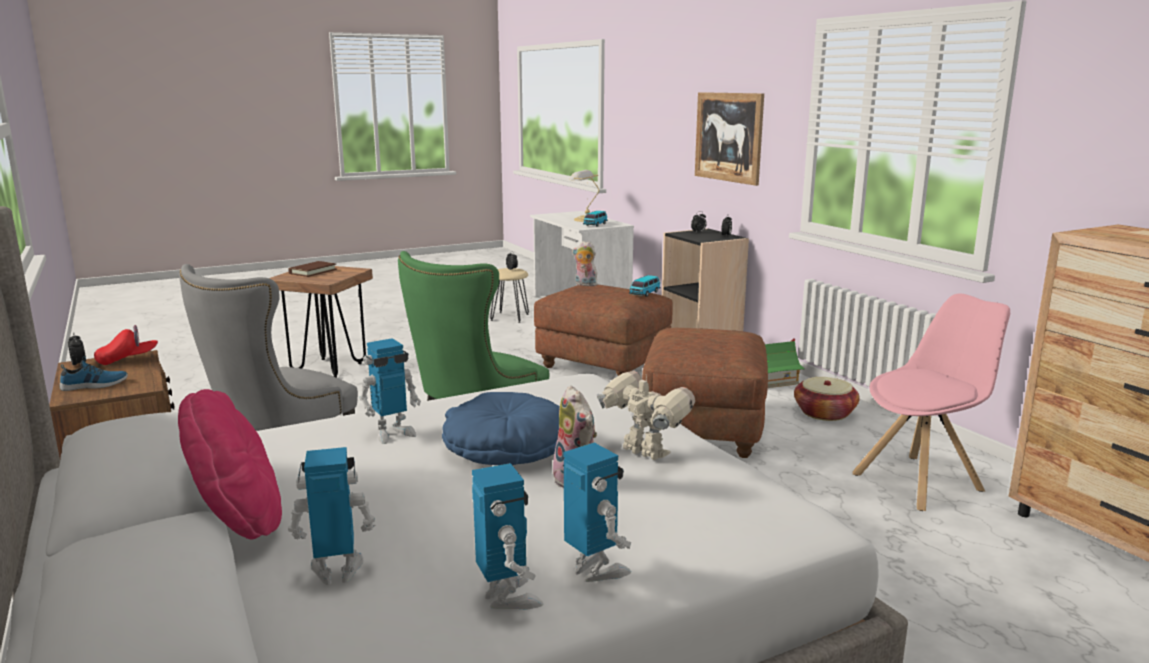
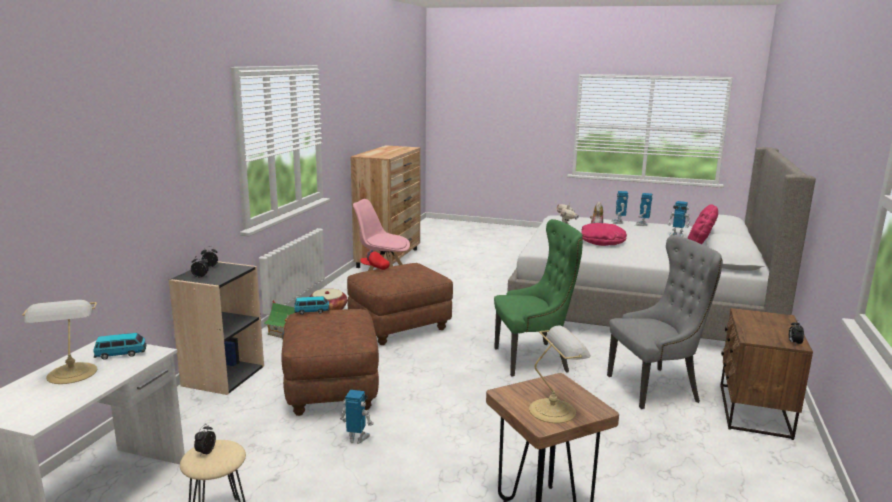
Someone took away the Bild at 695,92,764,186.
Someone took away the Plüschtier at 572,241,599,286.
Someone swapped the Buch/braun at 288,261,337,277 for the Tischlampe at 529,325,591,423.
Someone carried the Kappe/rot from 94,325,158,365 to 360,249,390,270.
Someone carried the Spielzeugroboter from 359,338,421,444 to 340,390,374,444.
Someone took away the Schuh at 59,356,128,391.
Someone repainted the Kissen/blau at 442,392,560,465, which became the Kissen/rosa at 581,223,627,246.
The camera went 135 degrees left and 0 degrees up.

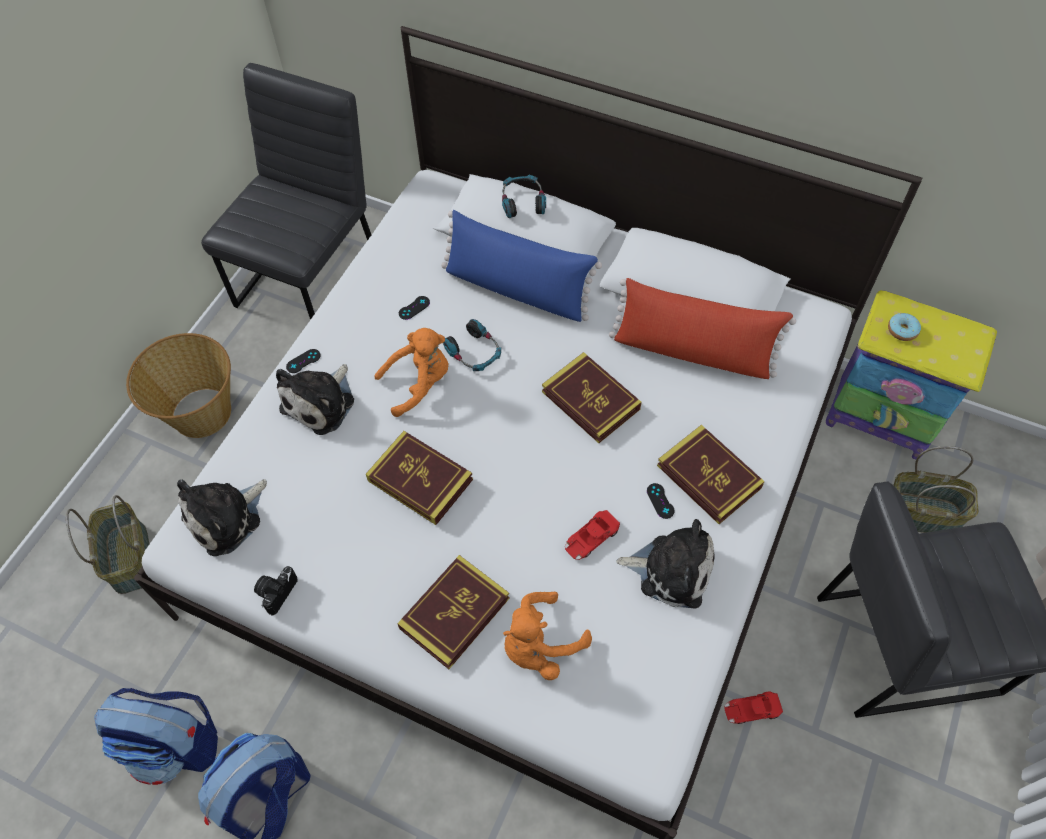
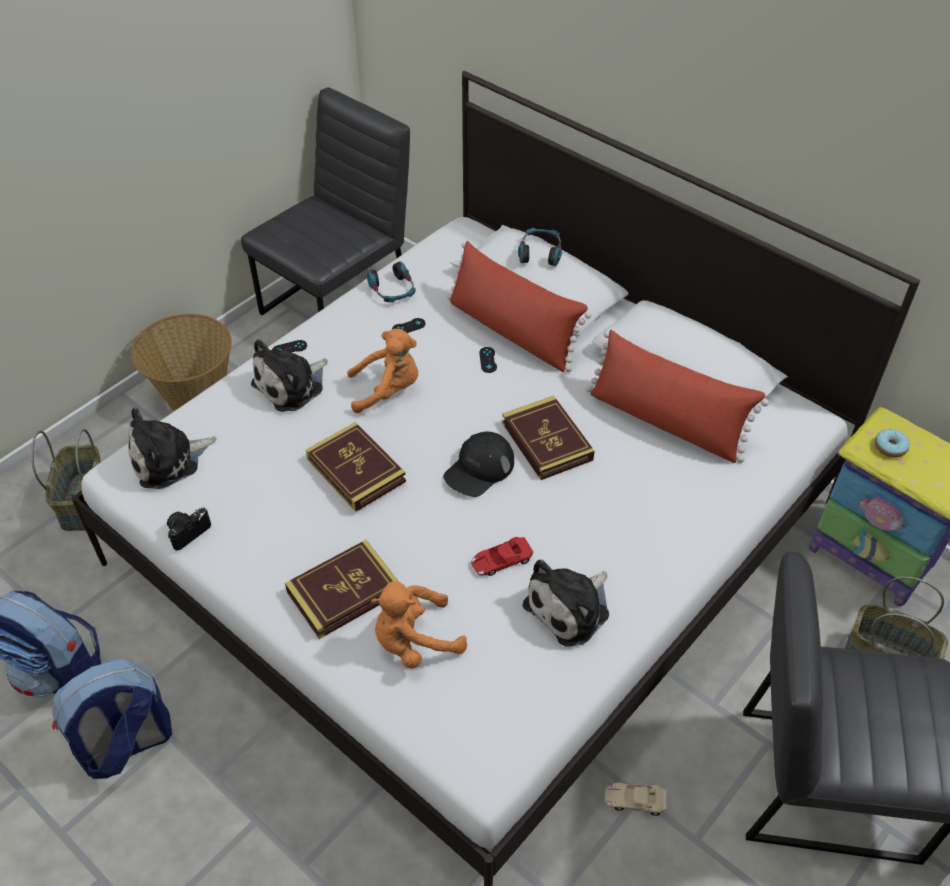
Someone repainted the Kissen/blau at 441,210,602,322, which became the Kissen/rot at 447,241,592,372.
Someone carried the Kopfhörer from 443,319,501,371 to 367,261,416,303.
Someone took away the Buch at 657,425,765,524.
Someone carried the Gamepad/schwarz from 647,483,675,519 to 479,347,497,373.
Someone rotated the Plüschtier at 616,519,714,609 by 105 degrees clockwise.
Someone repainted the Spielzeugauto/rot at 724,691,783,724, which became the Spielzeugauto/beige at 605,783,666,816.
Someone put down the Kappe/schwarz at 443,432,514,497.
The camera went 15 degrees right and 10 degrees down.

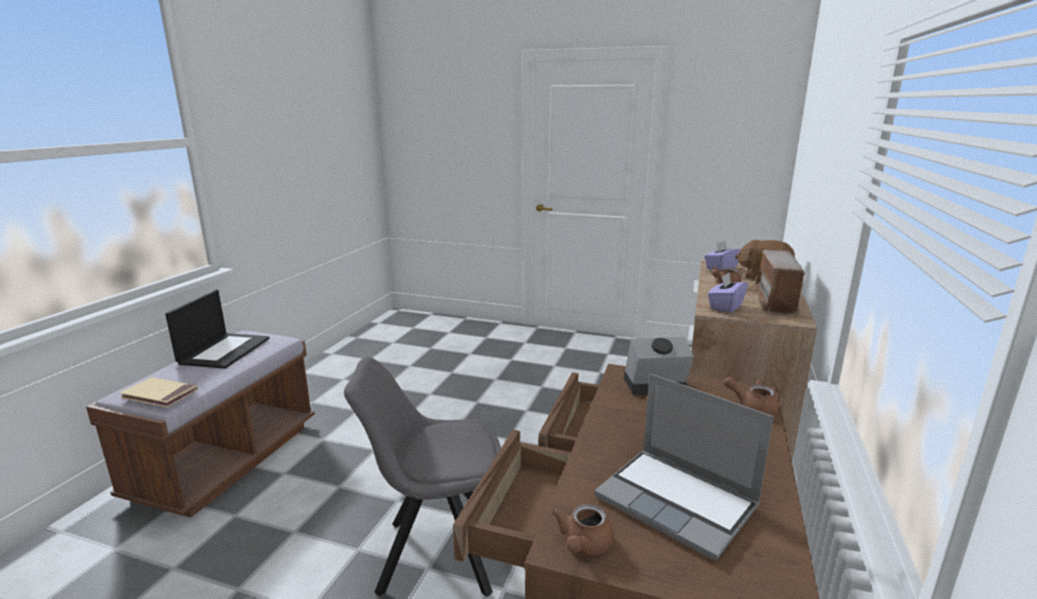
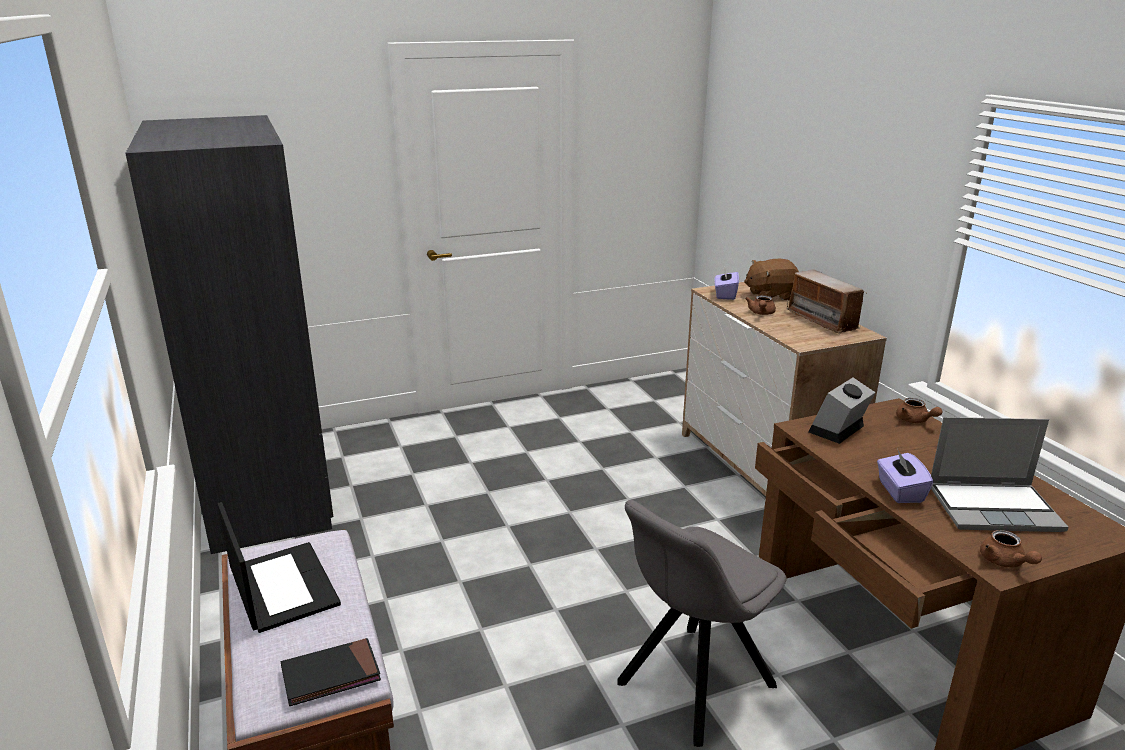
Someone carried the Taschentuchbox/lila from 708,273,748,313 to 877,450,933,503.
Someone repainted the Buch/beige at 120,377,198,407, which became the Buch/schwarz at 281,638,381,706.
Someone rotated the Teekanne/braun at 724,377,779,415 by 105 degrees counterclockwise.
Someone put down the Kleiderschrank/grau at 125,115,334,554.
The camera went 40 degrees left and 5 degrees up.

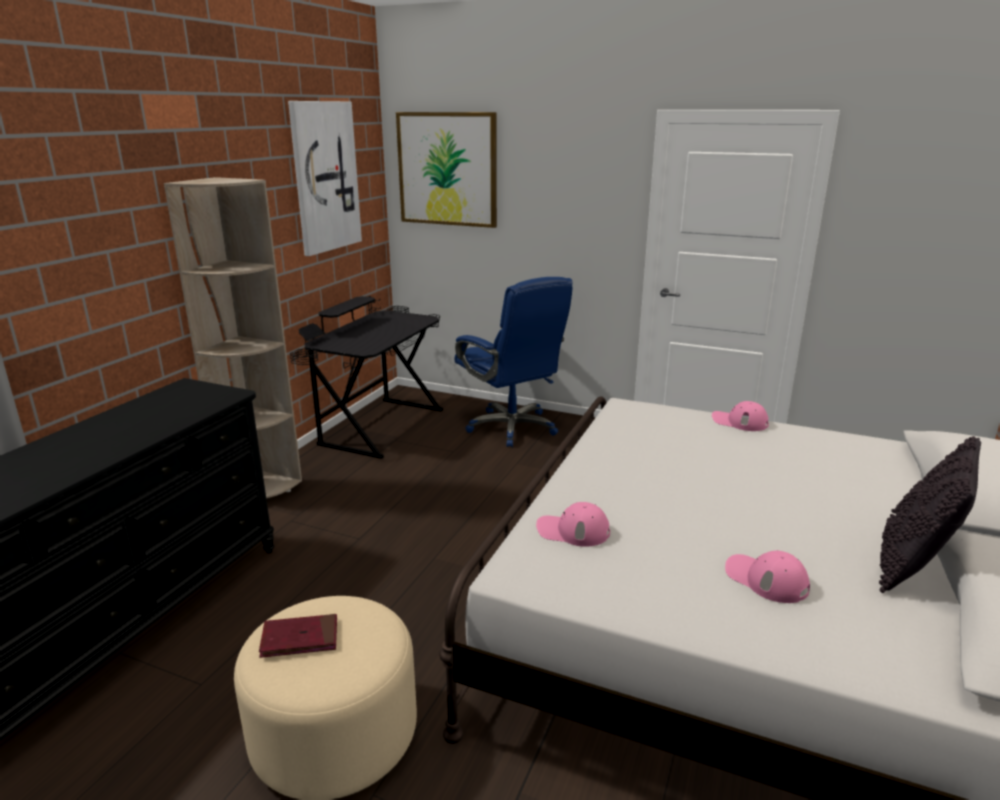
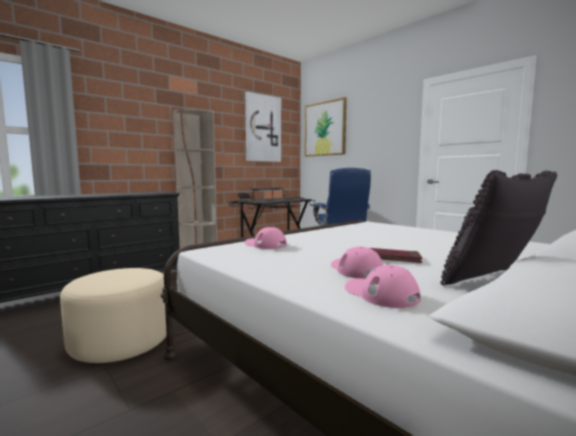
Someone carried the Kappe/rosa from 712,401,769,431 to 345,265,421,308.
Someone carried the Buch/rot from 259,614,337,658 to 370,248,423,263.
The camera went 25 degrees right and 15 degrees down.

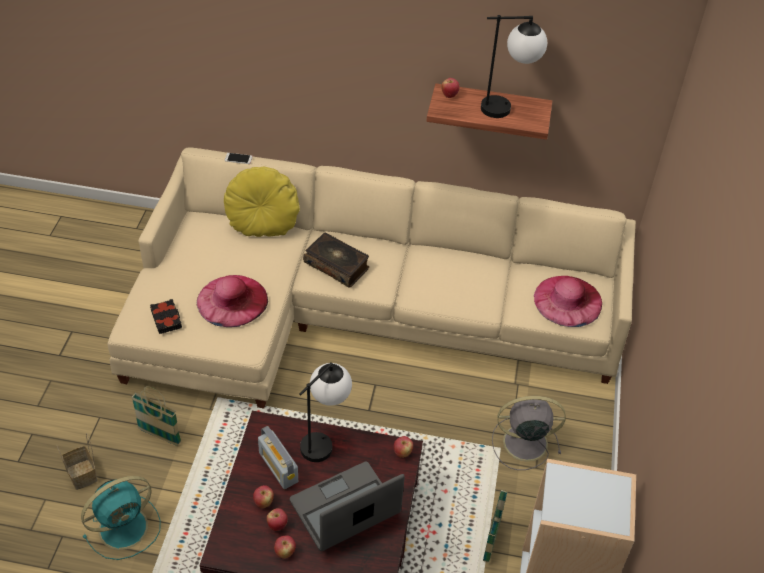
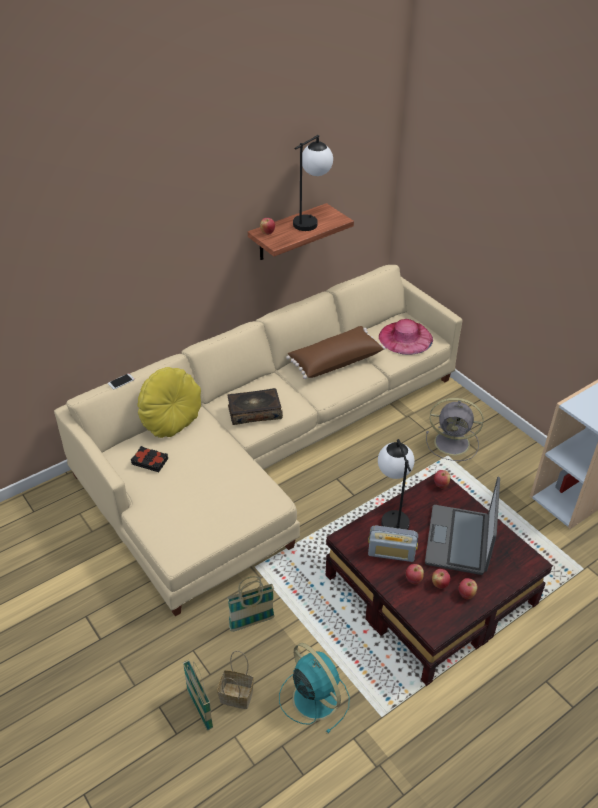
Someone took away the Hut/rosa at 197,275,268,327.
Someone carried the Buch/schwarz from 150,299,182,334 to 131,446,168,472.
Someone rotated the Ventilator/grau at 492,396,566,470 by 120 degrees counterclockwise.
Someone rotated the Ventilator/türkis at 81,476,161,560 by 45 degrees counterclockwise.
Someone carried the Korb from 483,489,508,563 to 183,660,213,731.
Someone put down the Kissen/braun at 286,326,385,379.
The camera went 45 degrees left and 5 degrees down.

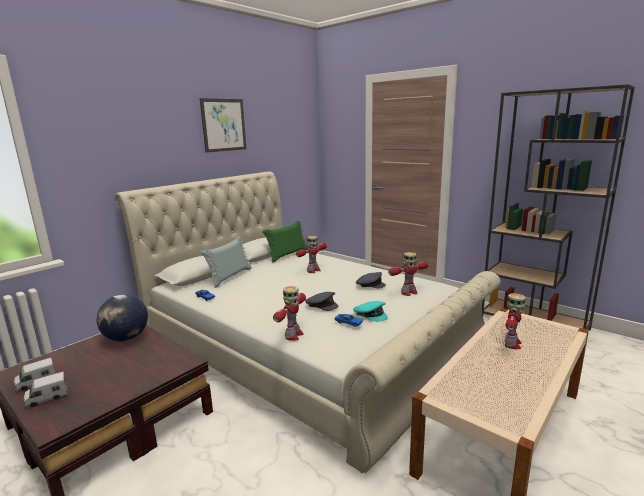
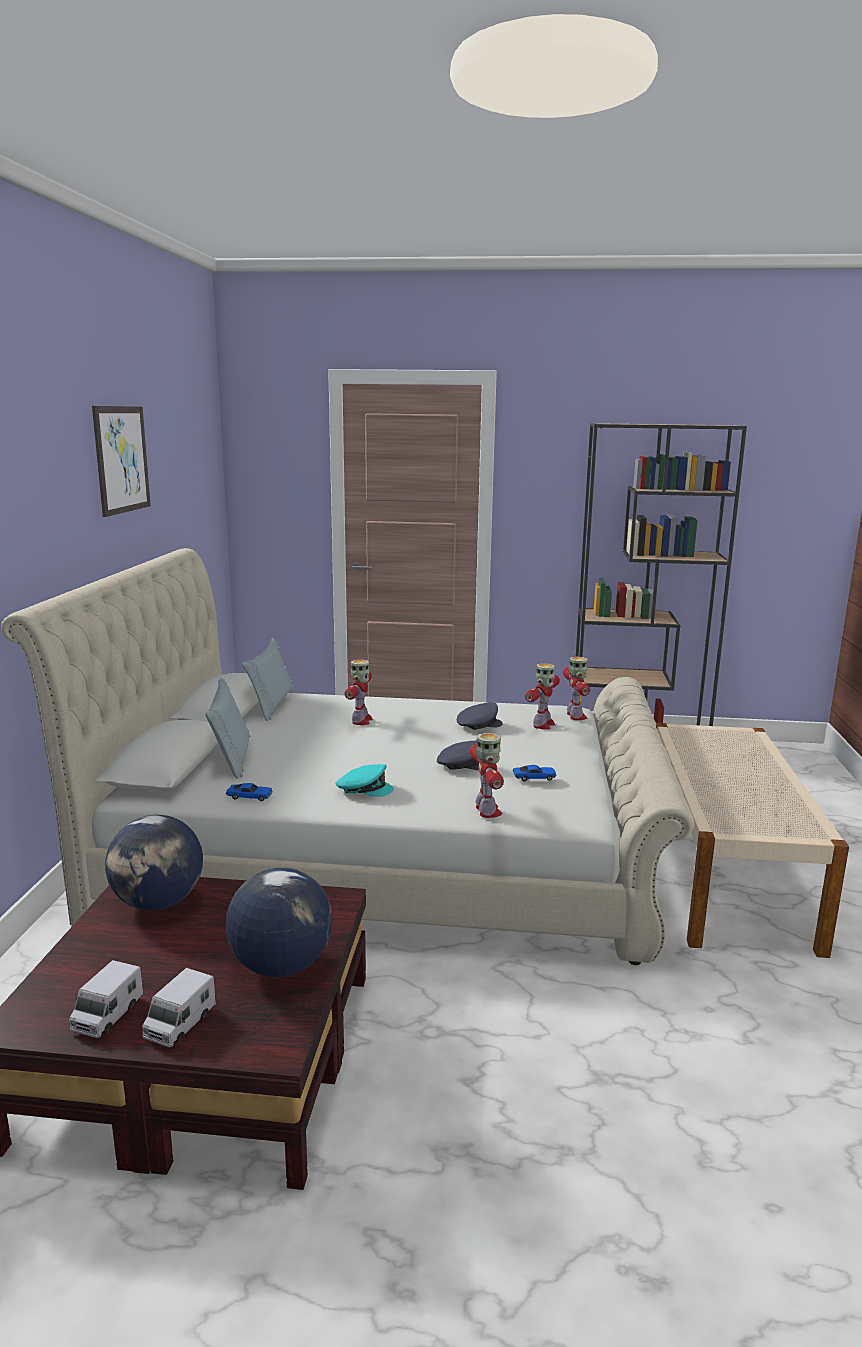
Someone repainted the Kissen/grün at 263,221,307,263, which became the Kissen/blau at 242,638,295,721.
Someone carried the Spielzeugroboter from 505,293,526,349 to 563,656,590,720.
Someone carried the Kappe/türkis from 353,301,388,322 to 335,764,394,797.
Someone put down the Globus at 226,868,333,977.
The camera went 35 degrees left and 0 degrees up.

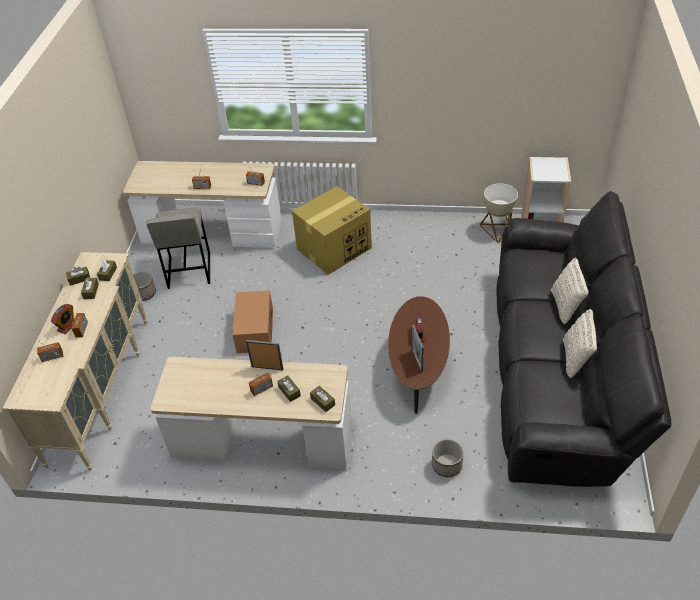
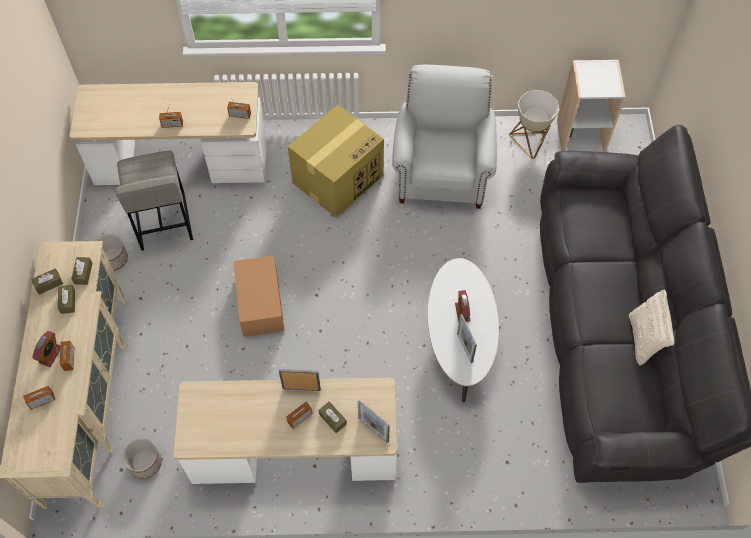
Someone took away the Kissen/beige at 551,258,589,324.
Someone repainted the Couchtisch/braun at 388,296,450,414, which became the Couchtisch/weiß at 428,258,499,402.
Someone swapped the Taschentuchbox/braun at 310,386,335,412 for the Bilderrahmen at 358,400,390,443.
Someone carried the Pflanzkübel from 432,439,463,477 to 122,438,162,479.
Someone put down the Sessel/weiß at 392,65,497,209.
The camera went 10 degrees left and 15 degrees up.

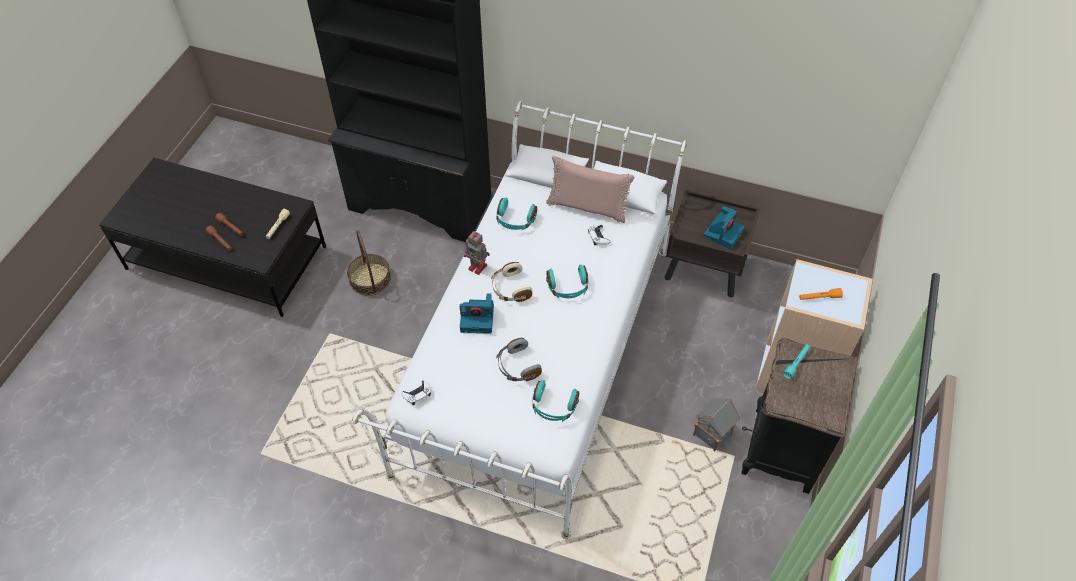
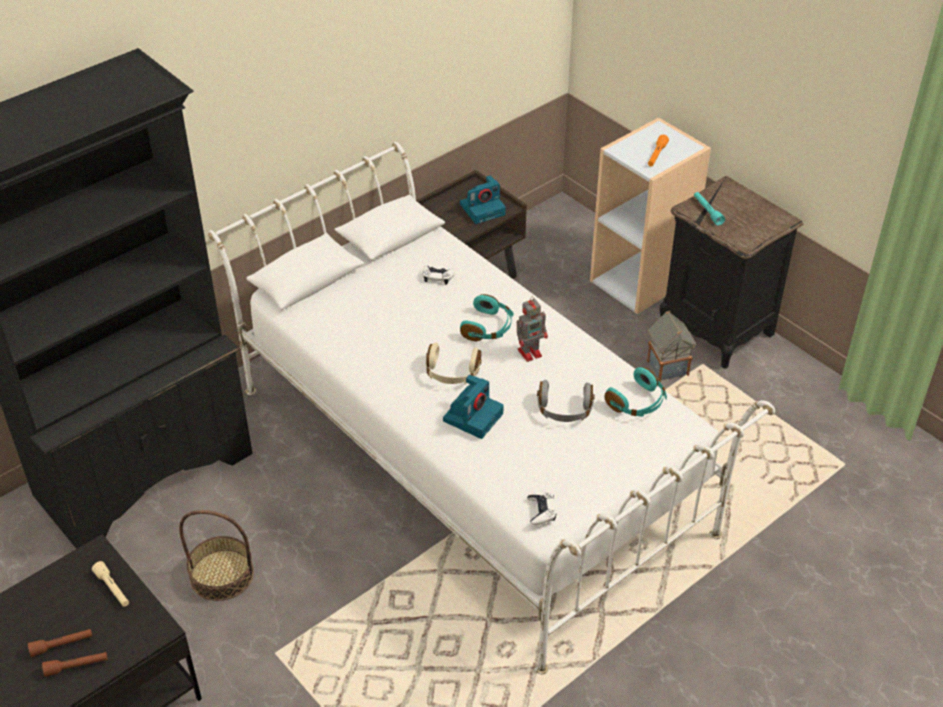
Someone took away the Kissen/beige at 546,156,634,223.
Someone took away the Kopfhörer/türkis at 497,198,537,230.
Someone rotated the Kamera at 704,206,745,249 by 90 degrees clockwise.
Someone carried the Spielzeugroboter from 464,231,490,275 to 517,297,548,362.
The camera went 60 degrees left and 10 degrees down.

